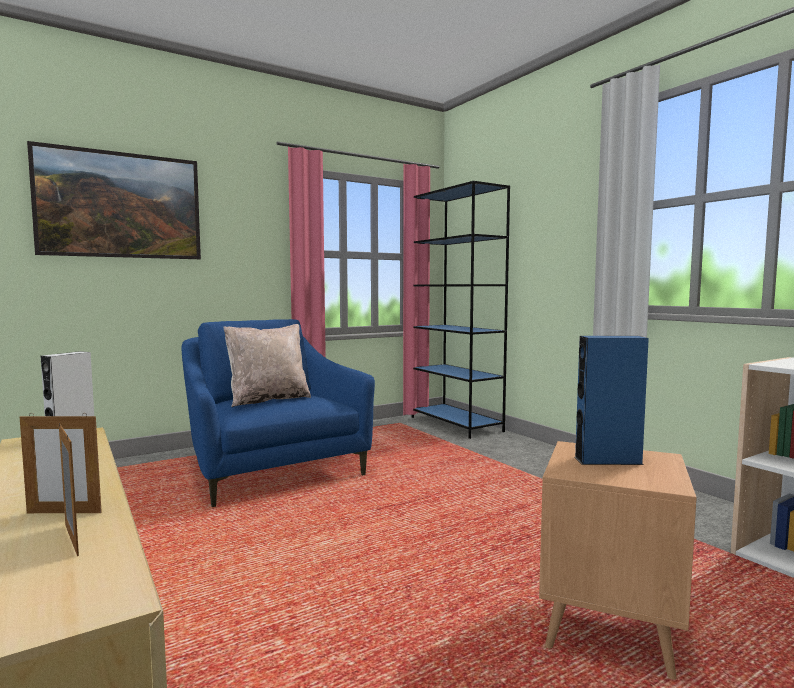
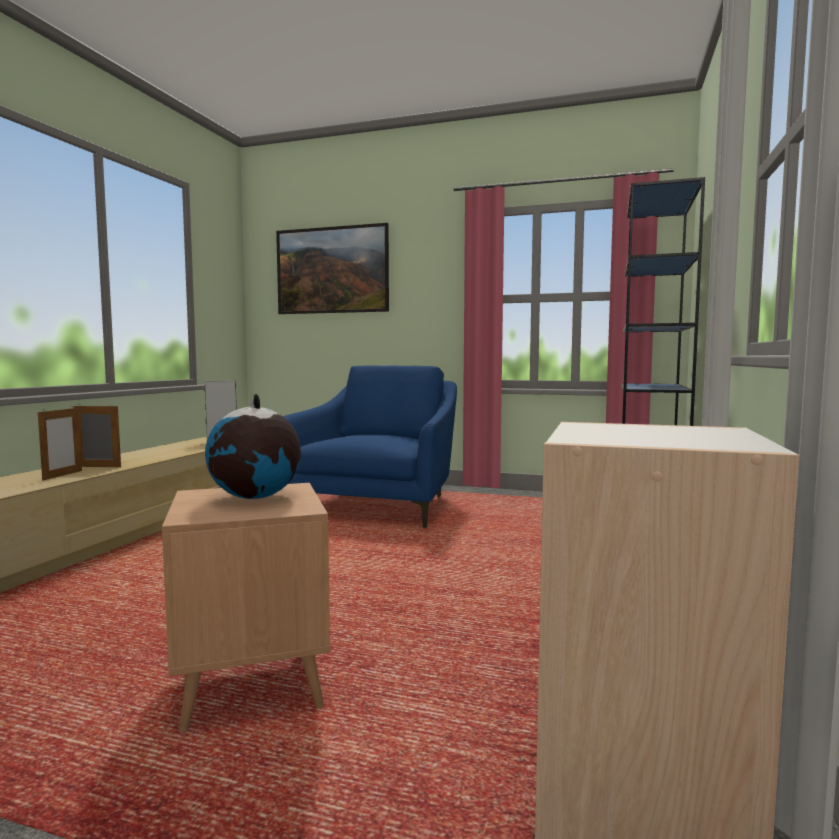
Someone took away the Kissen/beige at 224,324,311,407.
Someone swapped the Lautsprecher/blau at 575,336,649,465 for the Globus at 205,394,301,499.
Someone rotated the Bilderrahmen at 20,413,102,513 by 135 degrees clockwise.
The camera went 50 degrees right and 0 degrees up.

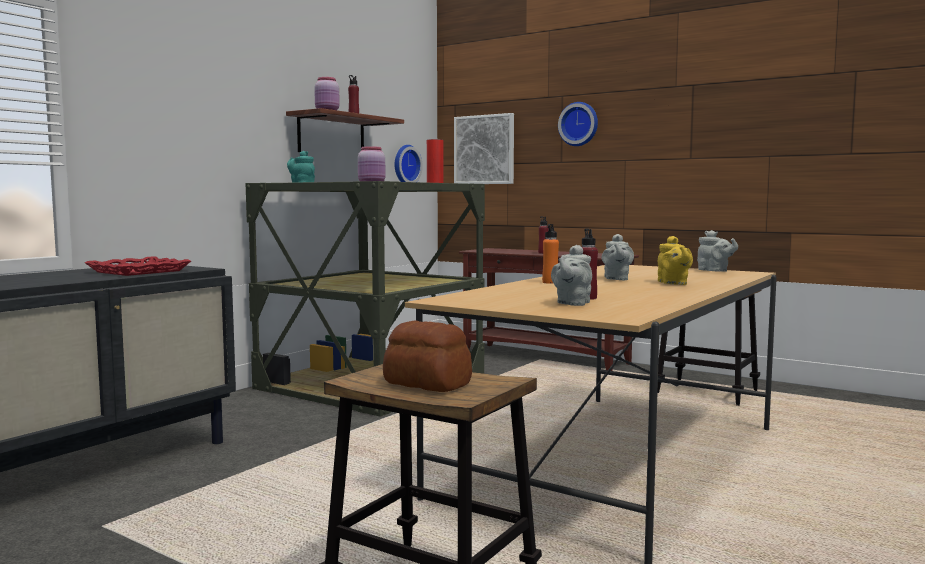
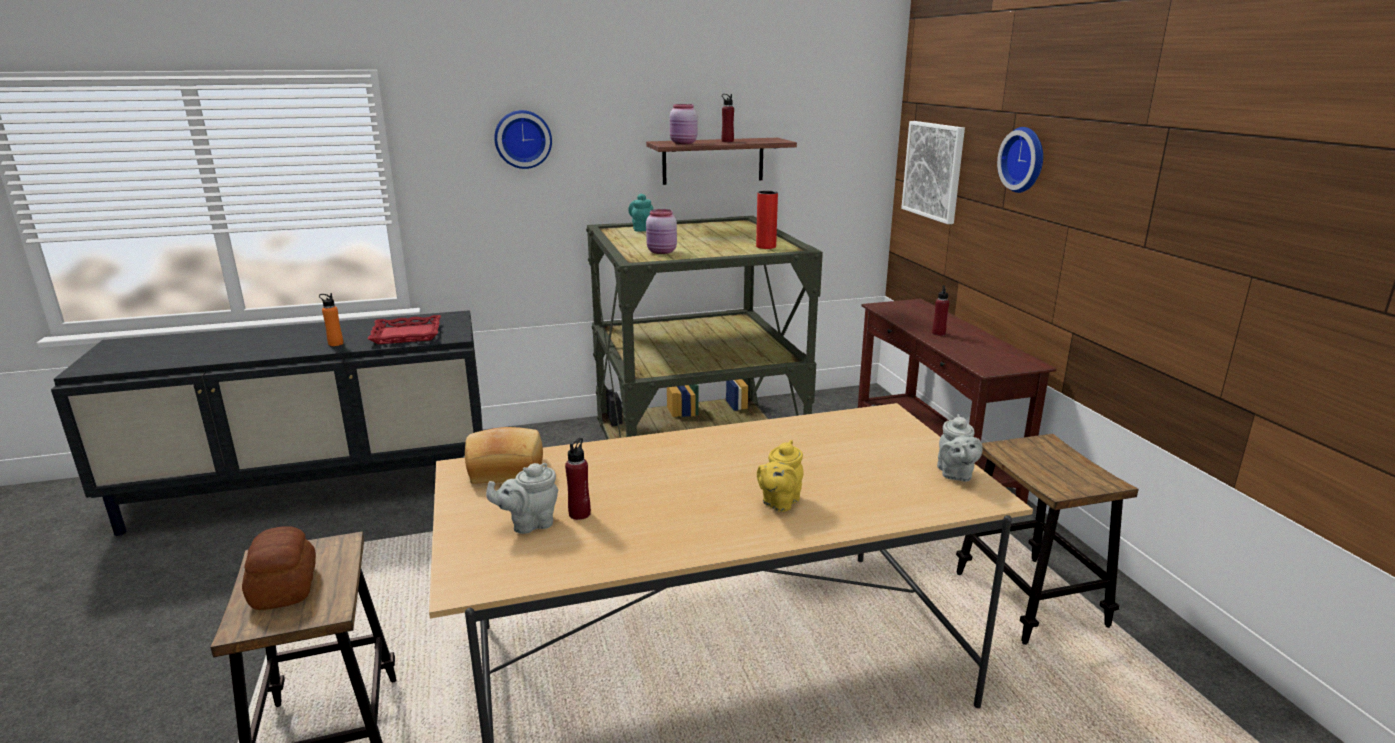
Someone carried the Wanduhr from 395,145,423,182 to 494,110,552,169.
Someone carried the Flasche/orange from 542,224,559,284 to 319,293,343,346.
Someone took away the Teekanne/grau at 601,234,634,280.
Someone put down the Brot at 465,427,543,484.
The camera went 40 degrees right and 15 degrees up.

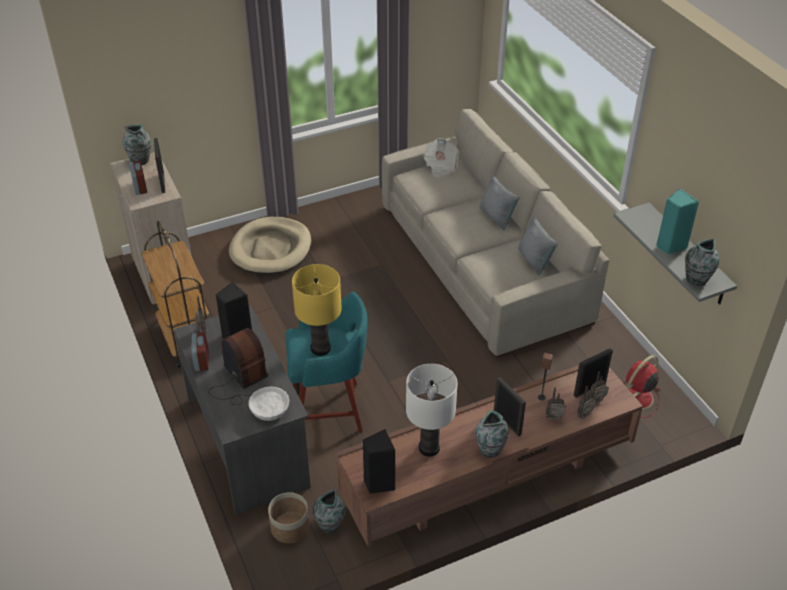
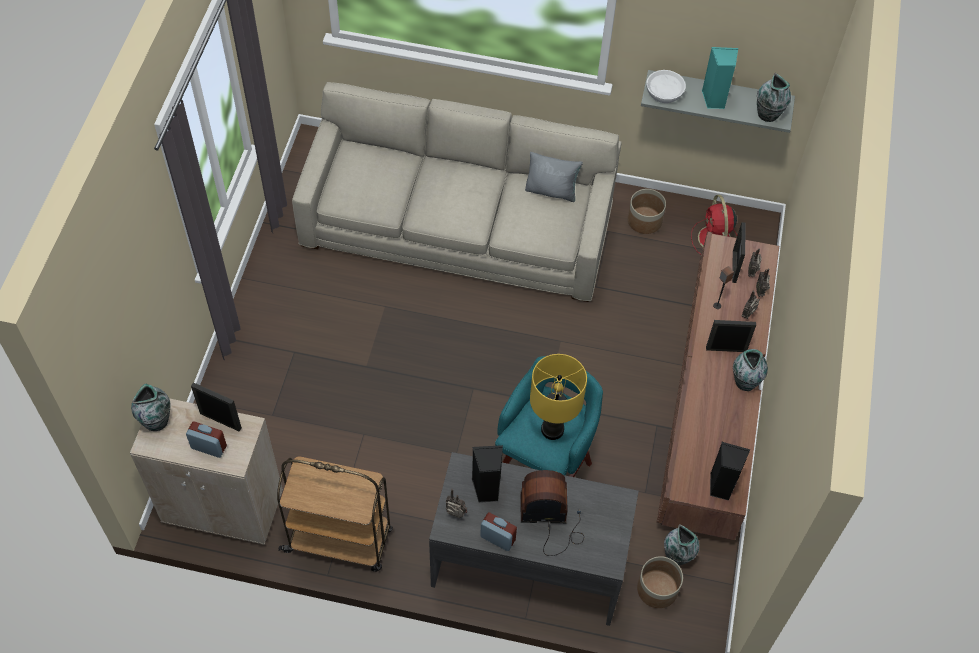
Someone took away the Zeitung at 423,138,459,177.
Someone took away the Kissen/grau at 480,175,520,230.
Someone took away the Hundebett/beige at 229,217,311,275.
Someone took away the Tischlampe/weiß at 406,364,457,456.
Someone carried the Schüssel/weiß from 249,386,289,421 to 646,70,686,103.
Someone put down the Pflanzkübel at 628,189,666,234.
The camera went 55 degrees left and 15 degrees up.

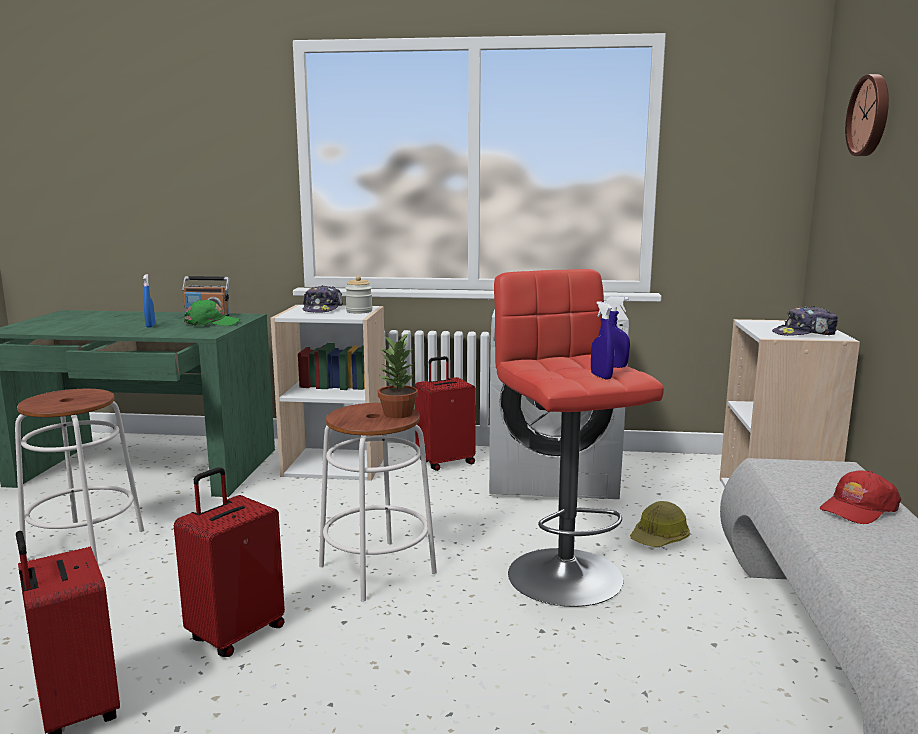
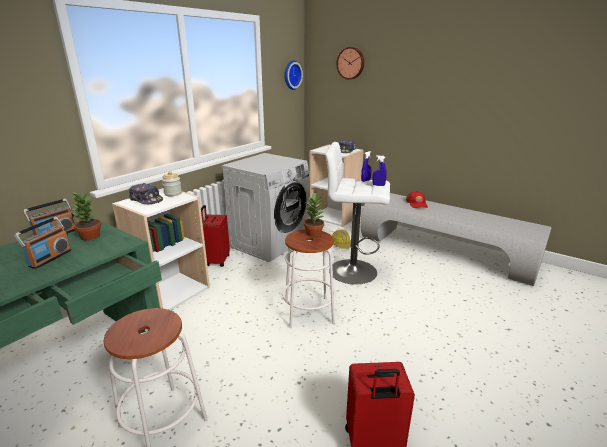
Someone repainted the Hocker/rot at 494,269,664,607, which became the Hocker/weiß at 325,142,390,284.
Someone swapped the Sprühflasche/blau at 143,274,155,328 for the Radio at 14,217,72,269.
Someone swapped the Kappe/grün at 184,299,240,326 for the Topfpflanze at 71,192,101,241.
Someone took away the Koffer/rot at 174,467,285,657.
Someone put up the Wanduhr at 284,61,303,90.
The camera went 60 degrees left and 10 degrees up.

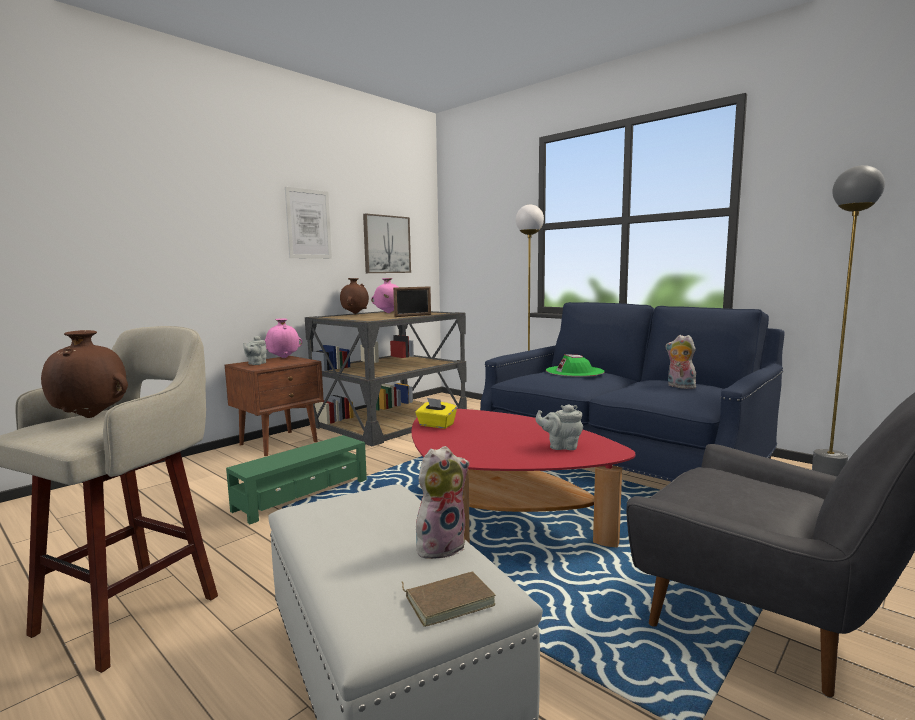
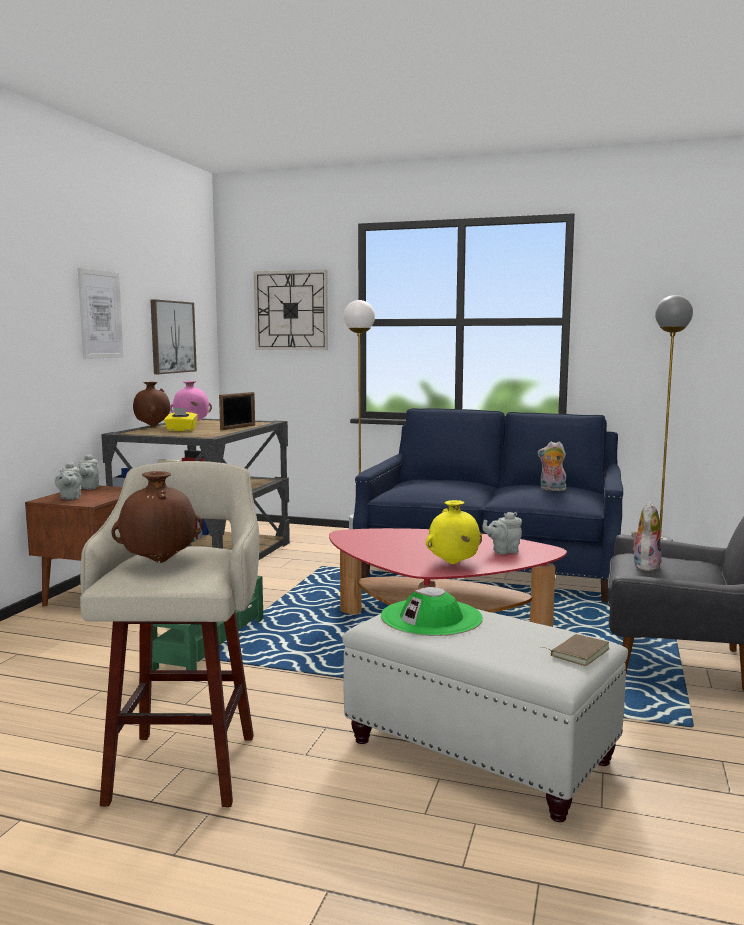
Someone swapped the Vase/rosa at 265,318,302,358 for the Teekanne/grau at 77,454,99,490.
Someone carried the Hut/grün from 546,354,605,377 to 381,587,483,636.
Someone carried the Taschentuchbox/gelb from 415,398,457,429 to 164,408,198,431.
Someone carried the Plüschtier from 416,446,469,559 to 631,502,661,571.
Someone put up the Wanduhr at 254,270,328,350.
Someone put down the Vase/gelb at 426,500,482,564.
The camera went 25 degrees left and 0 degrees up.

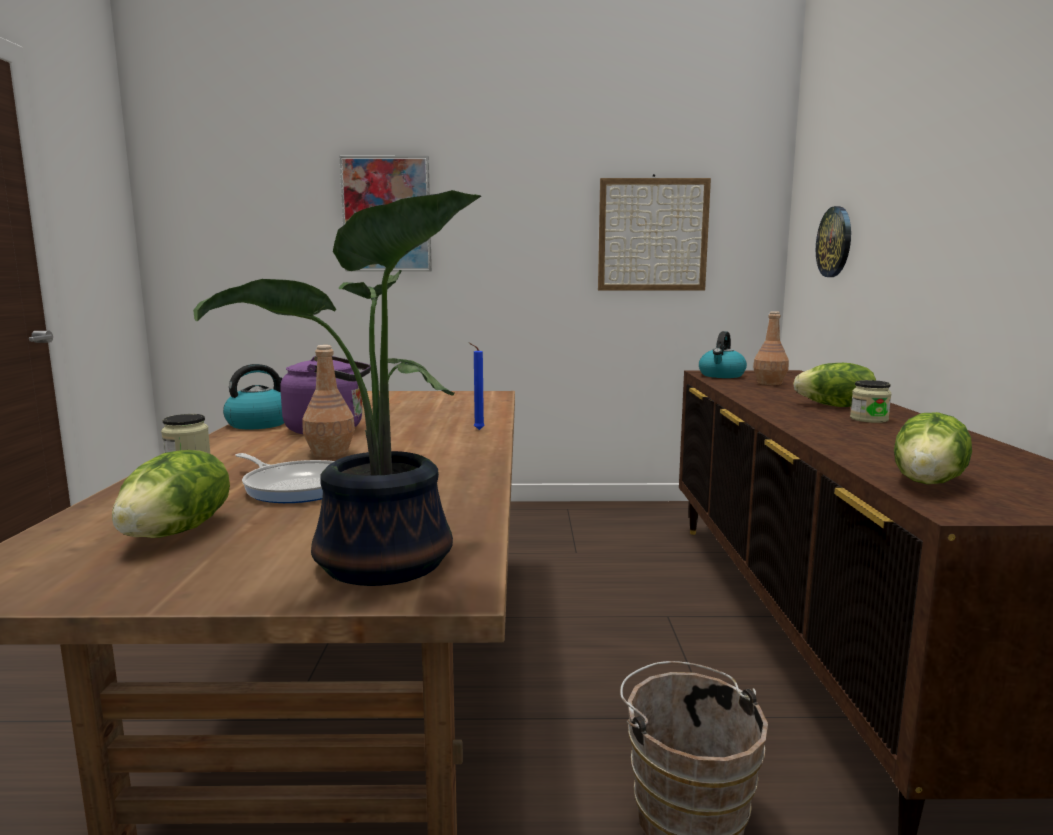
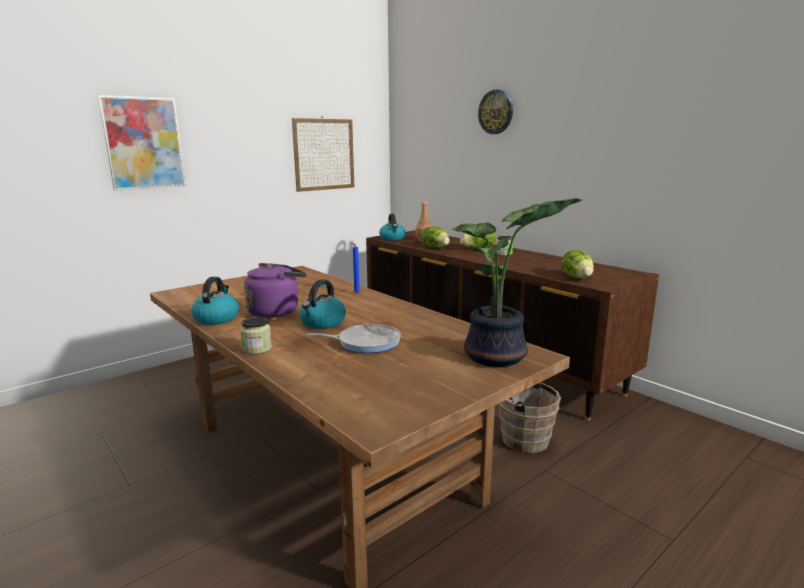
Someone carried the Wanduhr from 816,206,851,277 to 478,90,513,134.
Someone swapped the Flasche/braun at 302,345,355,457 for the Wasserkessel at 299,279,346,329.
Someone carried the Salatkopf from 112,450,230,538 to 422,226,450,248.
The camera went 40 degrees left and 5 degrees up.

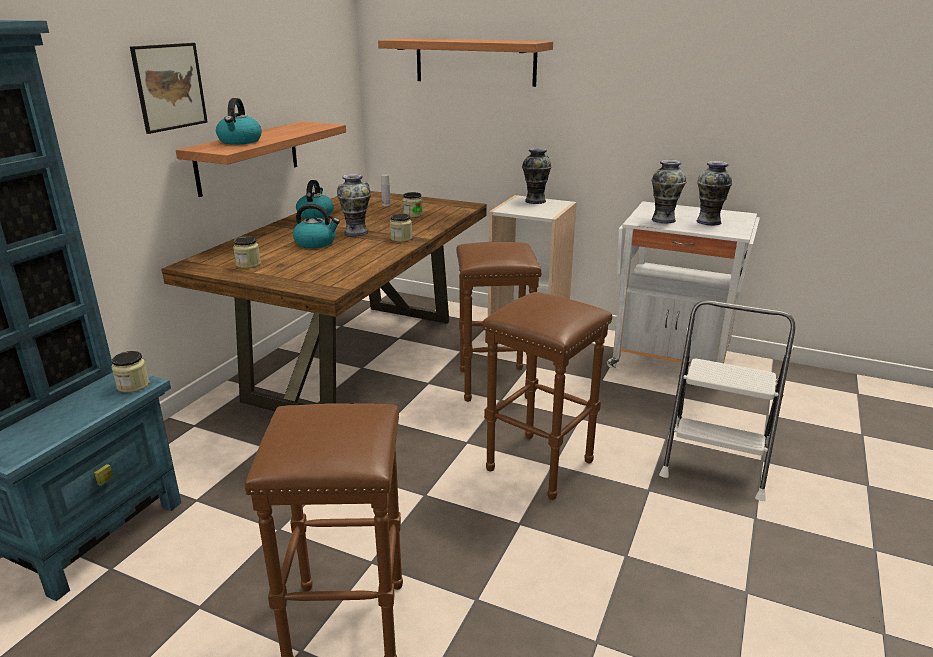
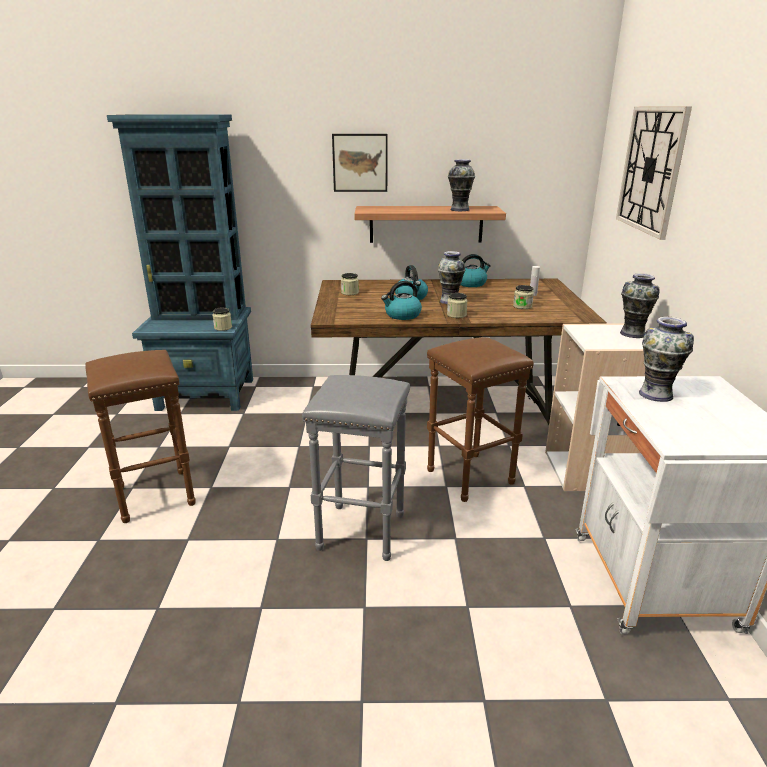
Someone swapped the Wandregal at 378,38,553,87 for the Wanduhr at 616,106,692,240.
Someone carried the Wasserkessel from 216,98,262,145 to 381,281,422,320.
Someone carried the Vase from 697,161,732,225 to 448,159,475,211.
Someone repainted the Hocker/braun at 482,292,612,500, which became the Hocker/grau at 302,375,410,561.
Someone took away the Trittleiter/weiß at 659,300,795,501.
The camera went 65 degrees right and 0 degrees up.

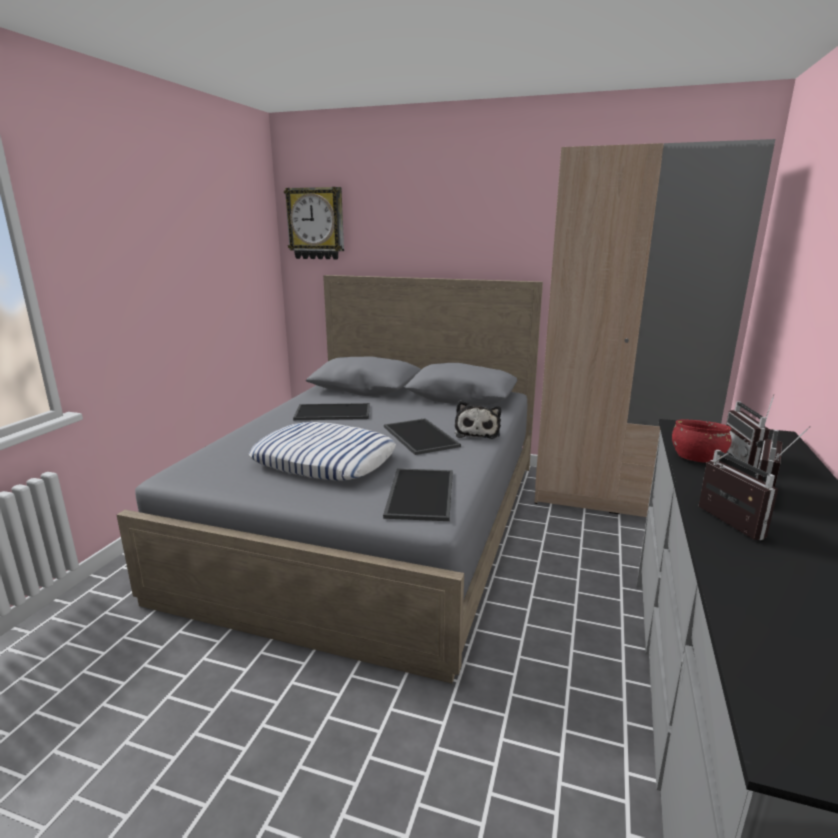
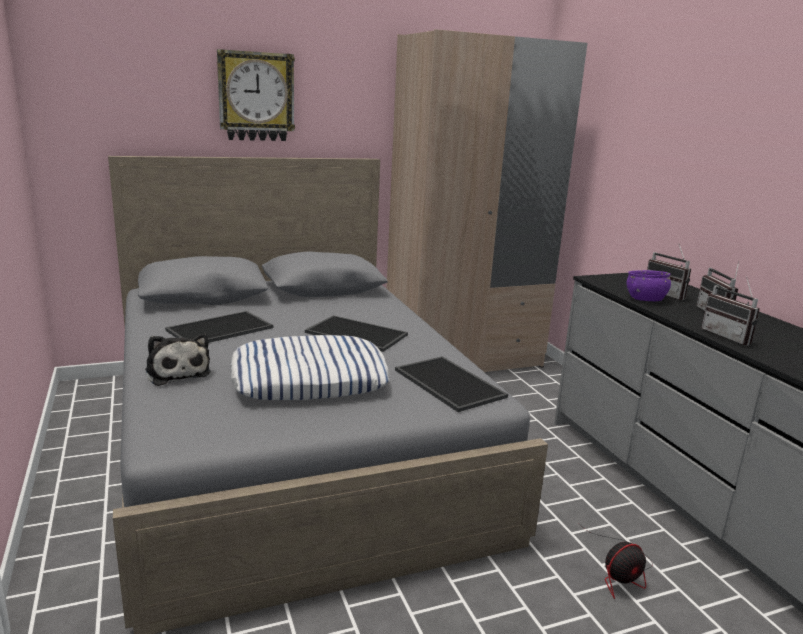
Someone carried the Wanduhr from 284,187,344,260 to 217,49,295,141.
Someone carried the Plüschtier from 455,400,501,439 to 145,333,211,386.
Someone repainted the Schüssel/rot at 672,419,732,463, which became the Schüssel/lila at 626,270,671,301.
Someone rotated the Radio at 698,450,778,540 by 150 degrees counterclockwise.
Someone put down the Ventilator at 578,523,653,599.
The camera went 40 degrees left and 0 degrees up.

